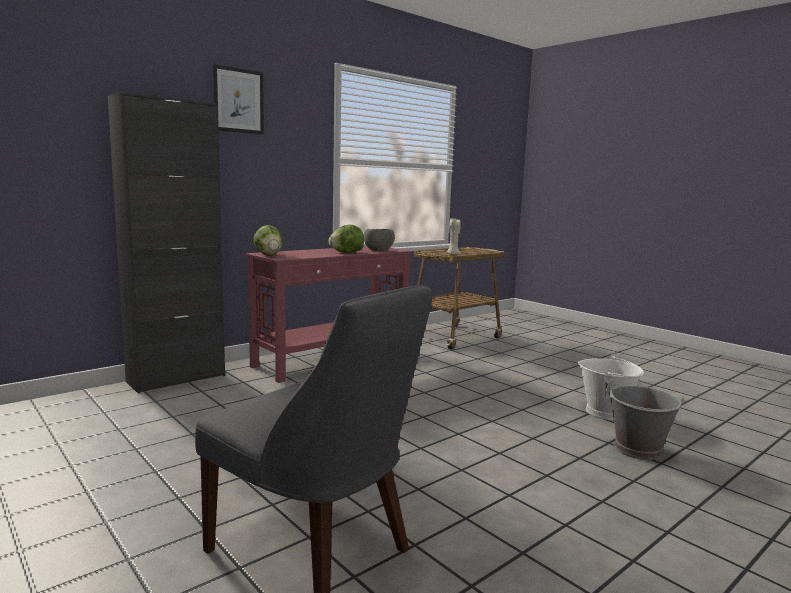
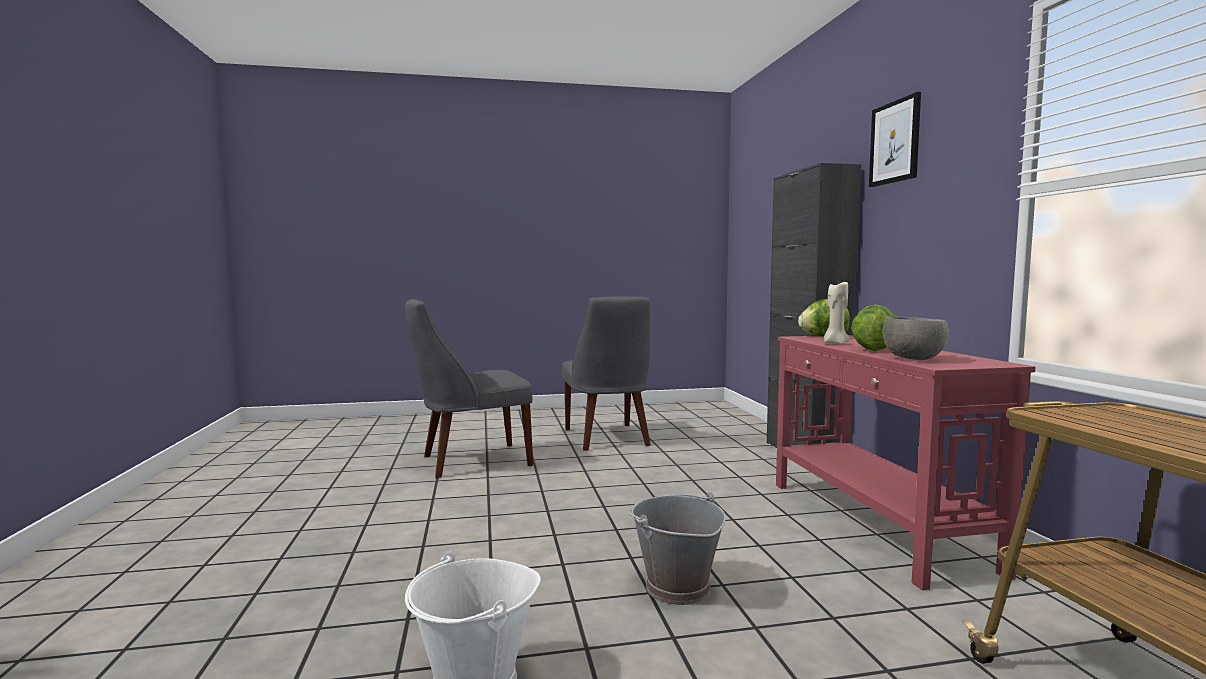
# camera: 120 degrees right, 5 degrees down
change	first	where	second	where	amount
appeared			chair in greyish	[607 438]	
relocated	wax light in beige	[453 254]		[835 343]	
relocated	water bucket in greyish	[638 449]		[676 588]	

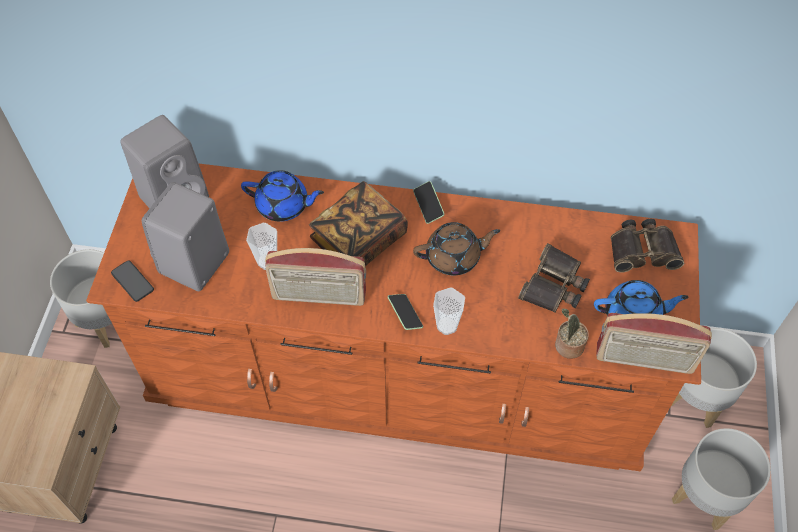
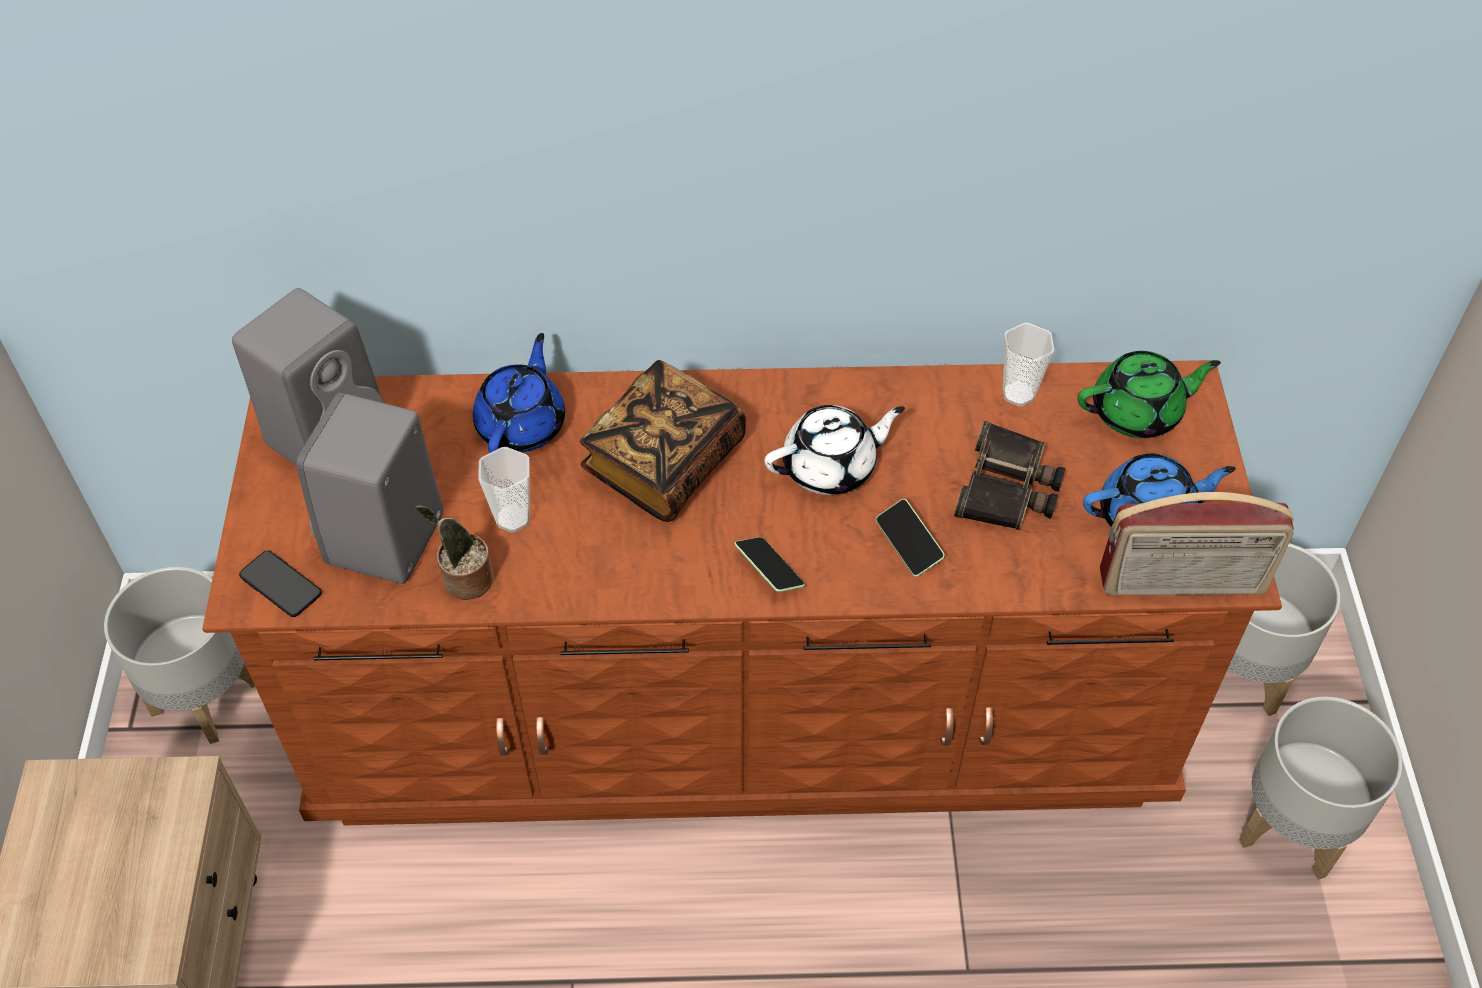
# camera: 10 degrees left, 5 degrees down
change	first	where	second	where	amount
missing	radio receiver	[319 296]			
relocated	phone	[428 206]		[908 544]	
relocated	cup	[447 326]		[1018 393]	
relocated	plant in a pot	[567 346]		[464 580]	
exchanged	pair of binoculars	[642 250]	teapot in green-coloured	[1138 412]	
colour	teapot in brown-coloured	[454 257]	teapot in white	[831 467]	
spun	teapot in blue-coloured	[283 205]		[522 424]	75 degrees counterclockwise

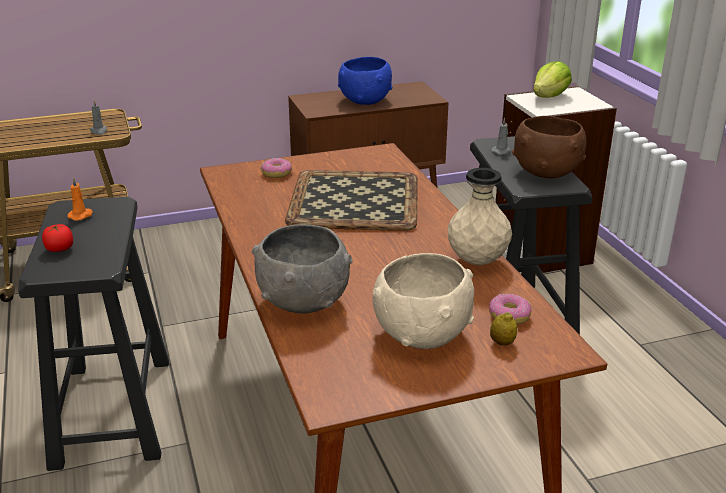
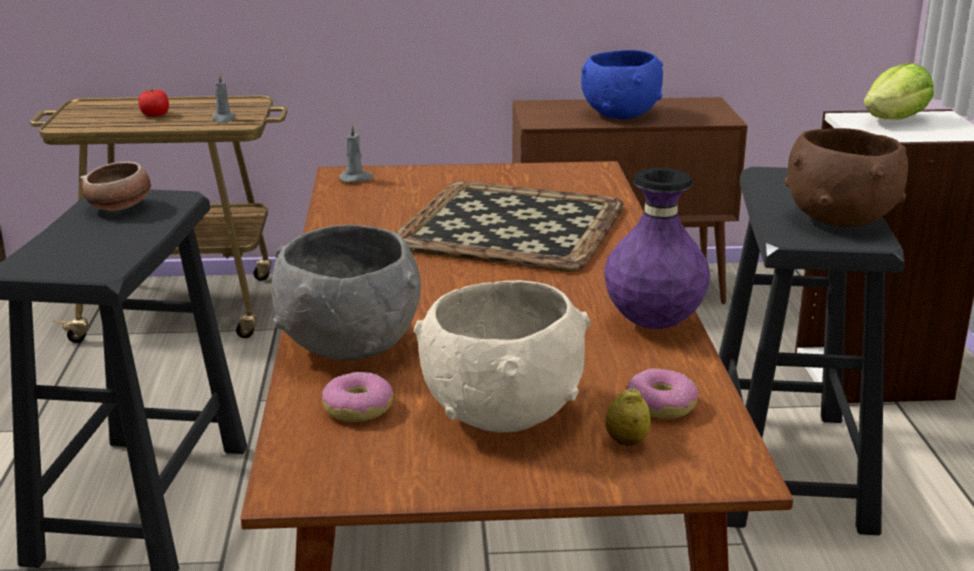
# camera: 15 degrees right, 5 degrees down
change	first	where	second	where	amount
relocated	tomato	[59 249]		[155 115]	
relocated	doughnut	[277 173]		[358 409]	
relocated	wax light in greyish	[502 151]		[356 179]	
exchanged	wax light in orange-coloured	[81 215]	serving bowl	[120 207]	
colour	vase in beige	[477 261]	vase in purple-coloured	[653 325]	

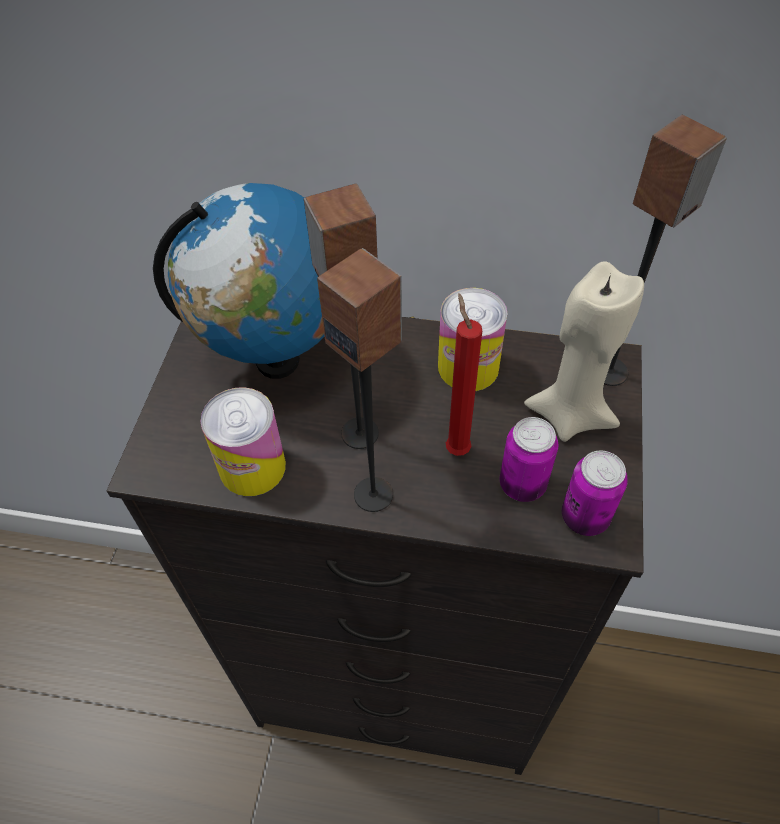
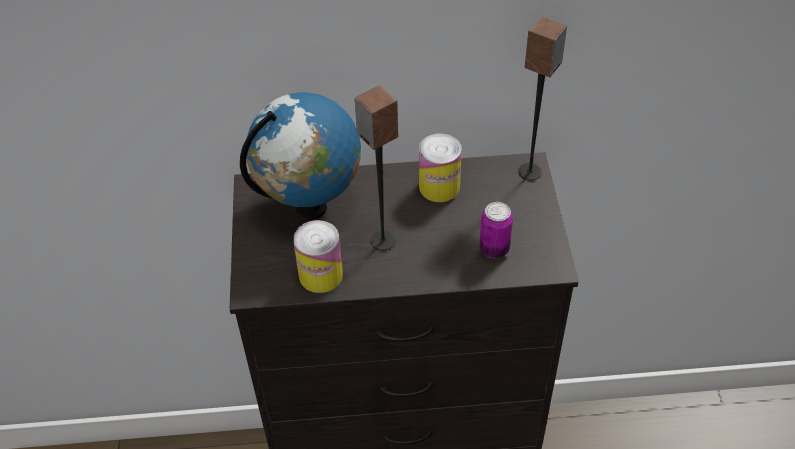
# camera: 15 degrees left, 5 degrees down
change	first	where	second	where	amount
missing	audio speaker	[374 494]			
missing	wax light in reddish	[456 447]			
missing	wax light in beige	[570 414]			
missing	can	[584 517]			

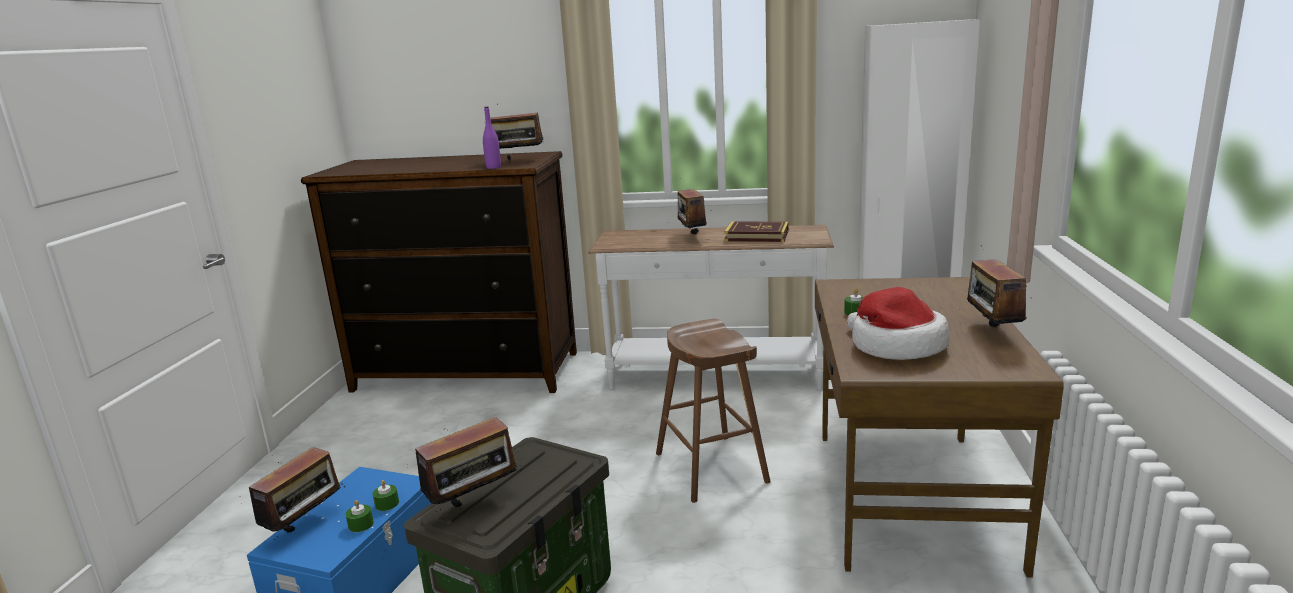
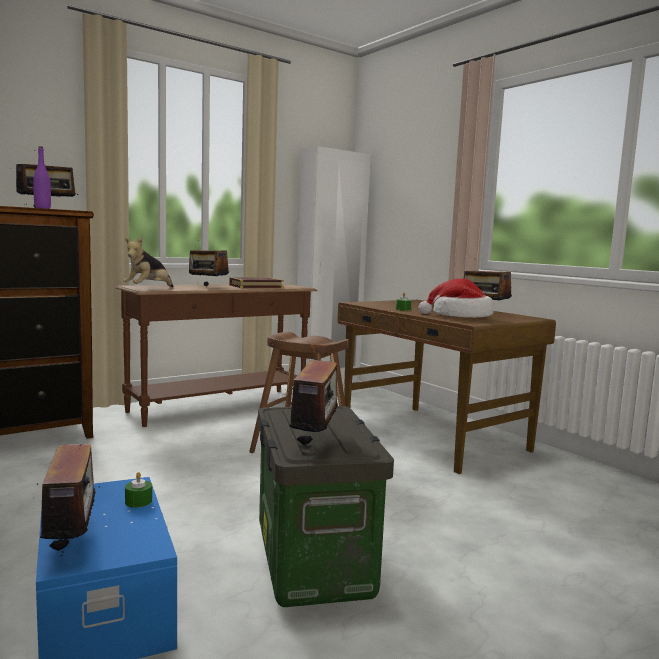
# camera: 45 degrees left, 10 degrees down
change	first	where	second	where	amount
missing	wax light in green-coloured	[361 525]			
appeared			soft toy	[148 289]	
colour	hall table in white	[715 377]	hall table in brown-coloured	[220 407]	

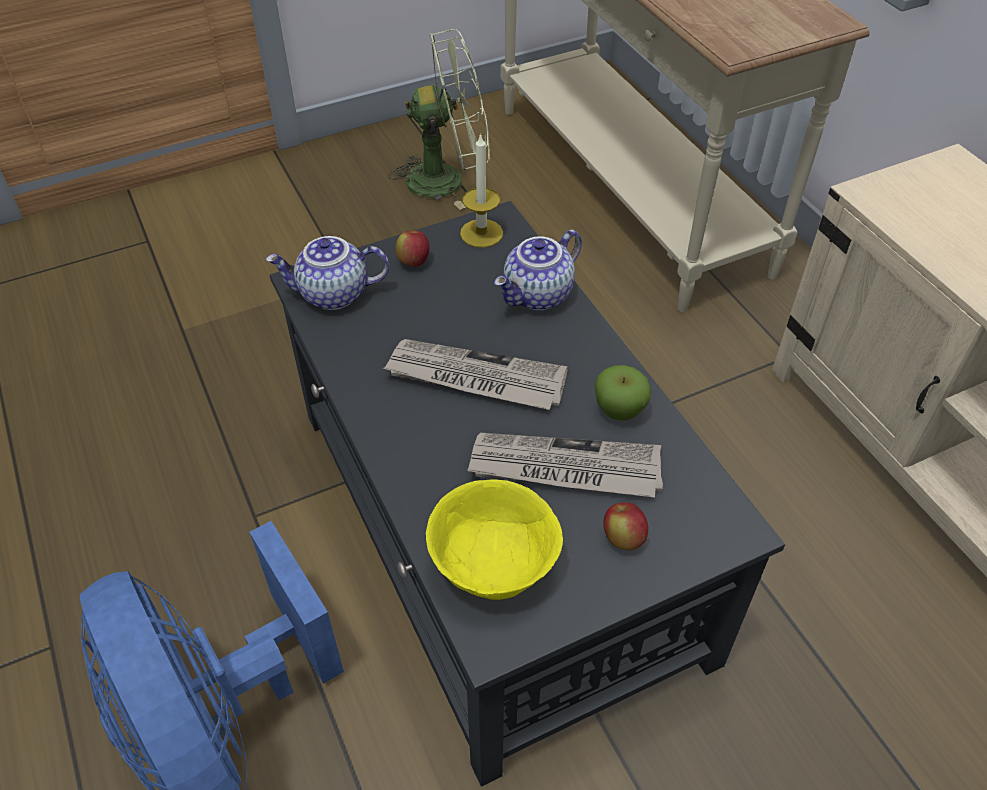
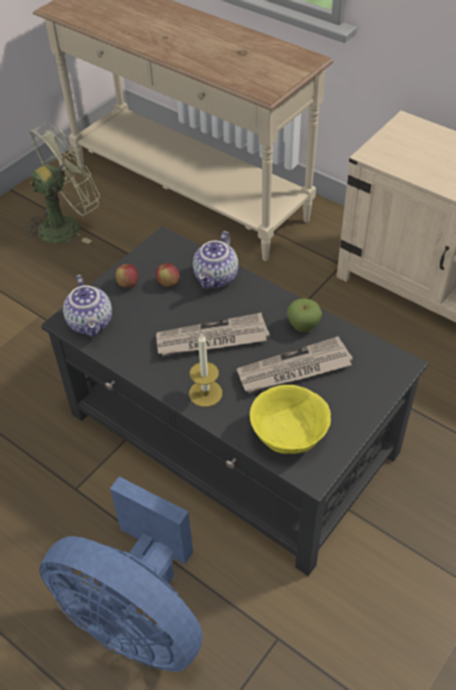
# camera: 25 degrees left, 0 degrees up
change	first	where	second	where	amount
relocated	wax light	[481 233]		[205 393]	
relocated	whole apple	[623 538]		[168 283]	
spun	teapot	[333 295]		[91 323]	75 degrees counterclockwise

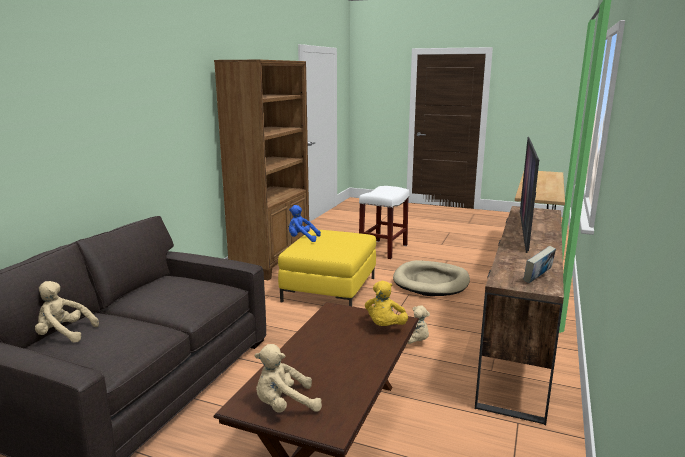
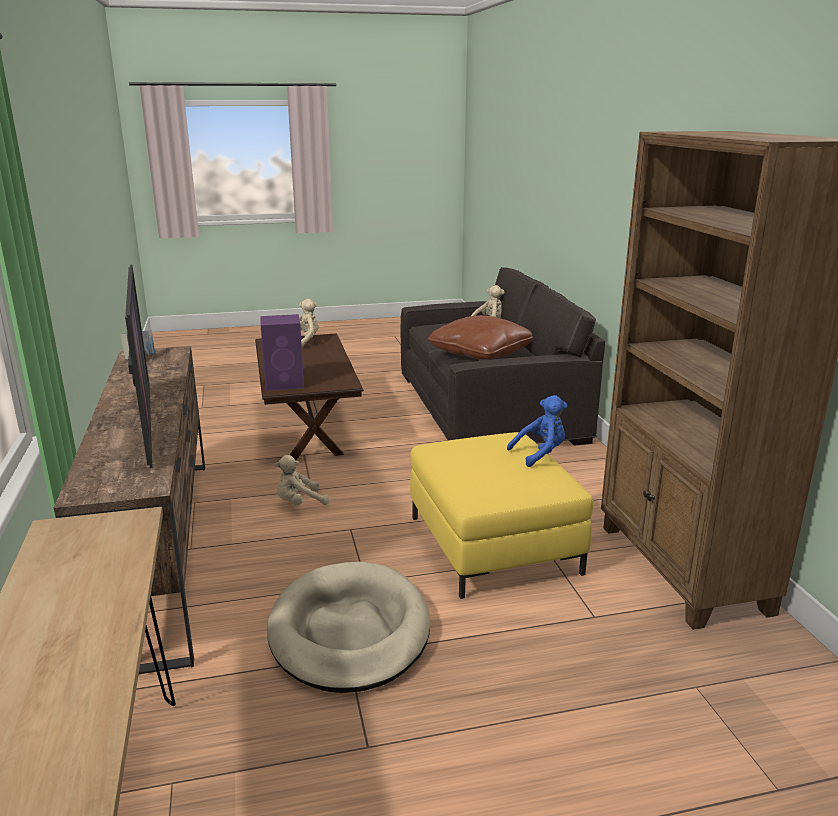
# camera: 145 degrees right, 5 degrees up
change	first	where	second	where	amount
missing	sitting stool in white	[383 249]			
appeared			pillow in brown-coloured	[480 353]	
exchanged	soft toy in yellow-coloured	[385 326]	audio speaker in purple-coloured	[285 383]	

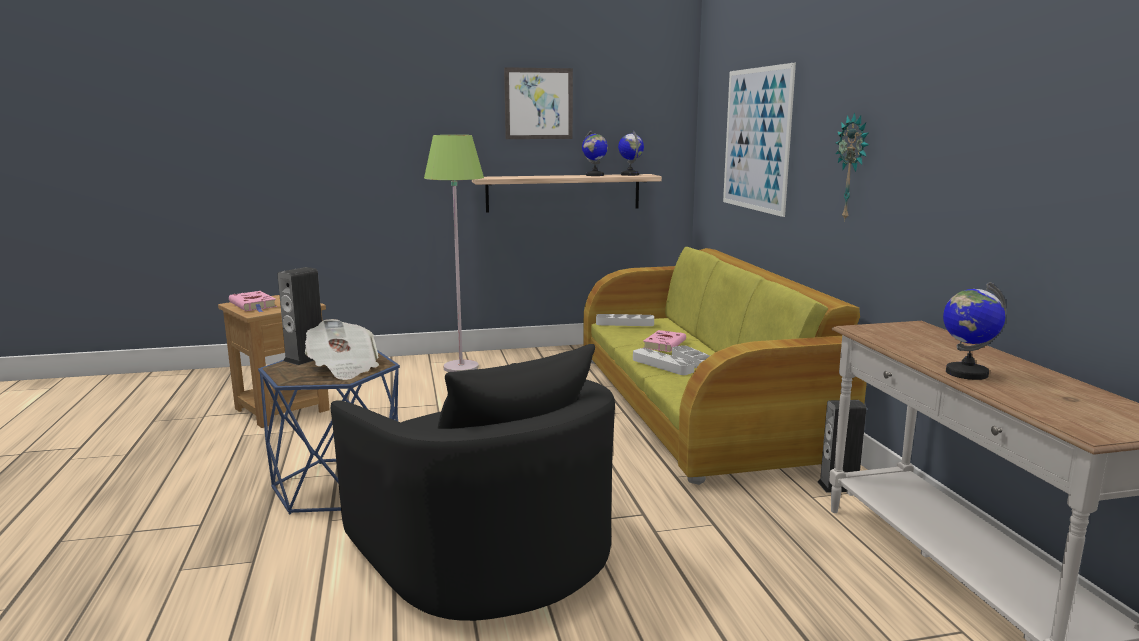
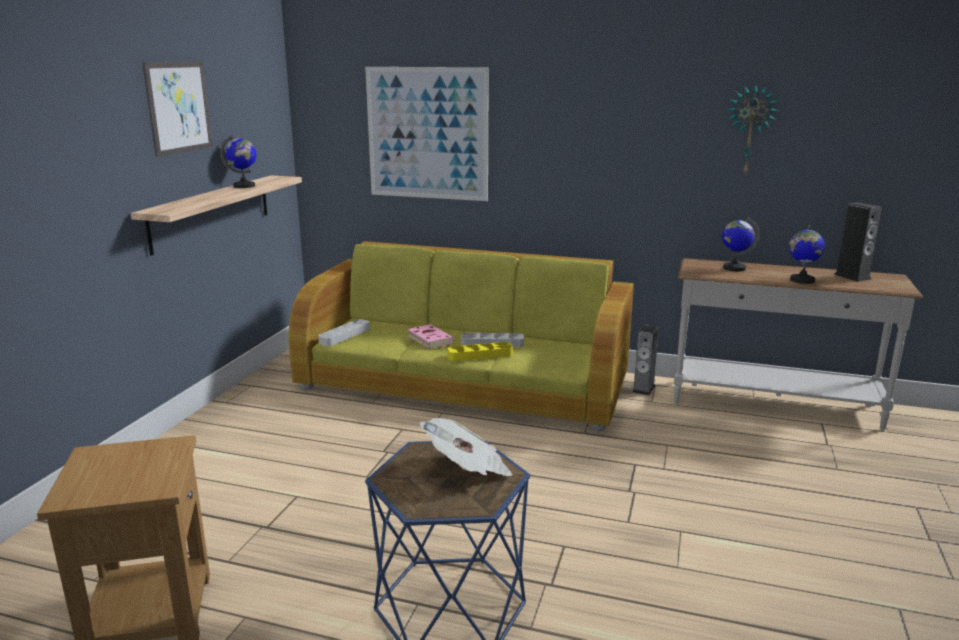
# camera: 60 degrees left, 5 degrees up
change	first	where	second	where	amount
missing	bound book in pink-coloured	[254 305]			
missing	easy chair in black-coloured	[484 551]			
missing	floor lamp in green-coloured	[461 367]			
relocated	audio speaker	[305 358]		[852 276]	
relocated	globe	[630 175]		[734 268]	
relocated	wall clock	[853 167]		[750 130]	
colour	tray in greyish	[662 365]	tray in yellow-coloured	[480 355]	

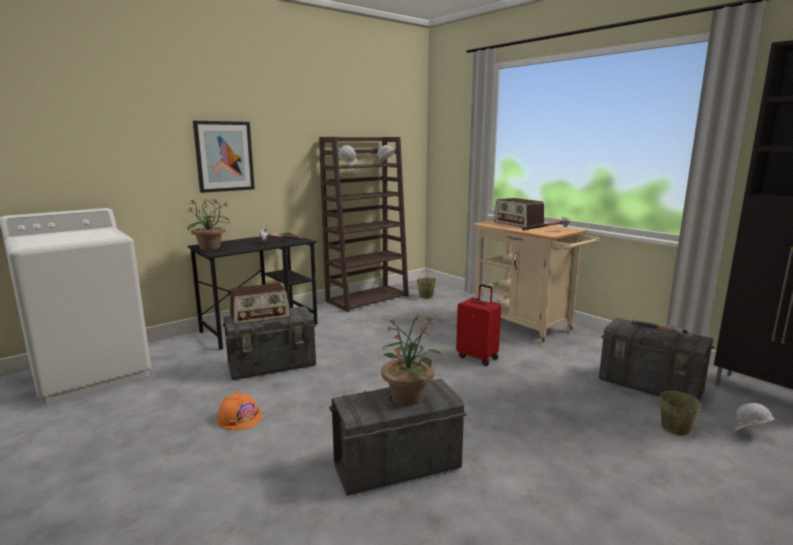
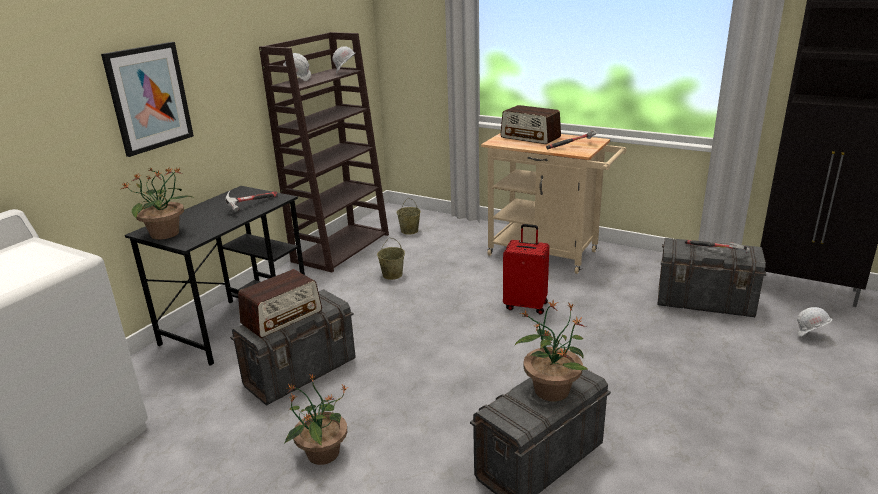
# camera: 20 degrees left, 10 degrees up
change	first	where	second	where	amount
relocated	water bucket in beige	[674 427]		[392 275]	
exchanged	hard hat in orange-coloured	[239 418]	plant in a pot	[322 454]	

